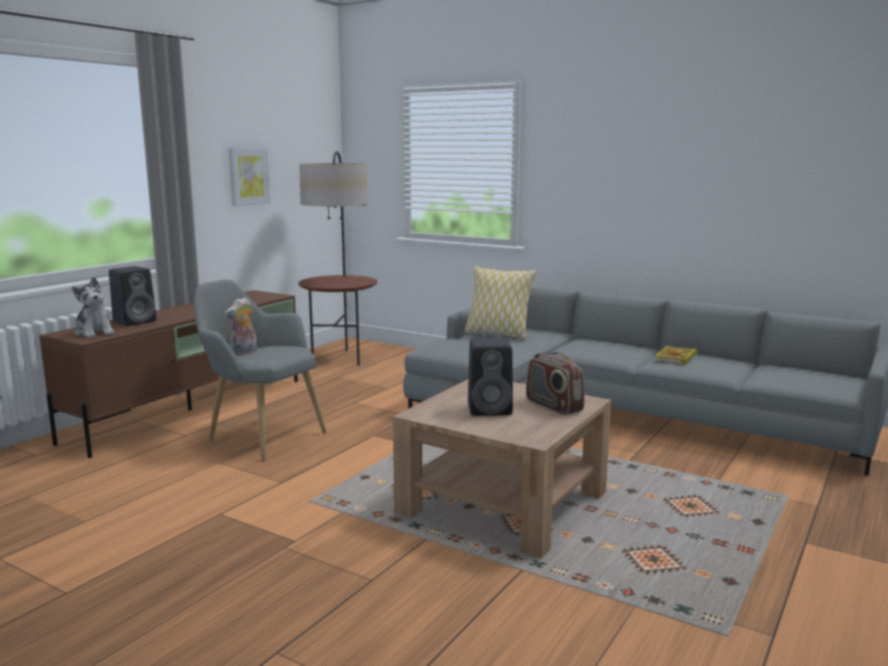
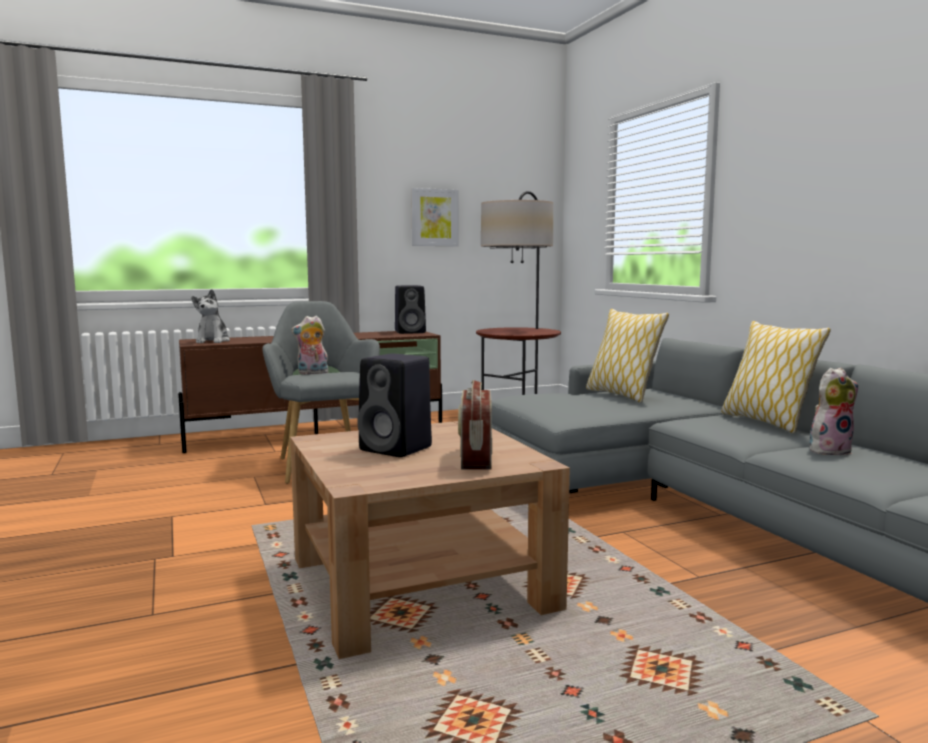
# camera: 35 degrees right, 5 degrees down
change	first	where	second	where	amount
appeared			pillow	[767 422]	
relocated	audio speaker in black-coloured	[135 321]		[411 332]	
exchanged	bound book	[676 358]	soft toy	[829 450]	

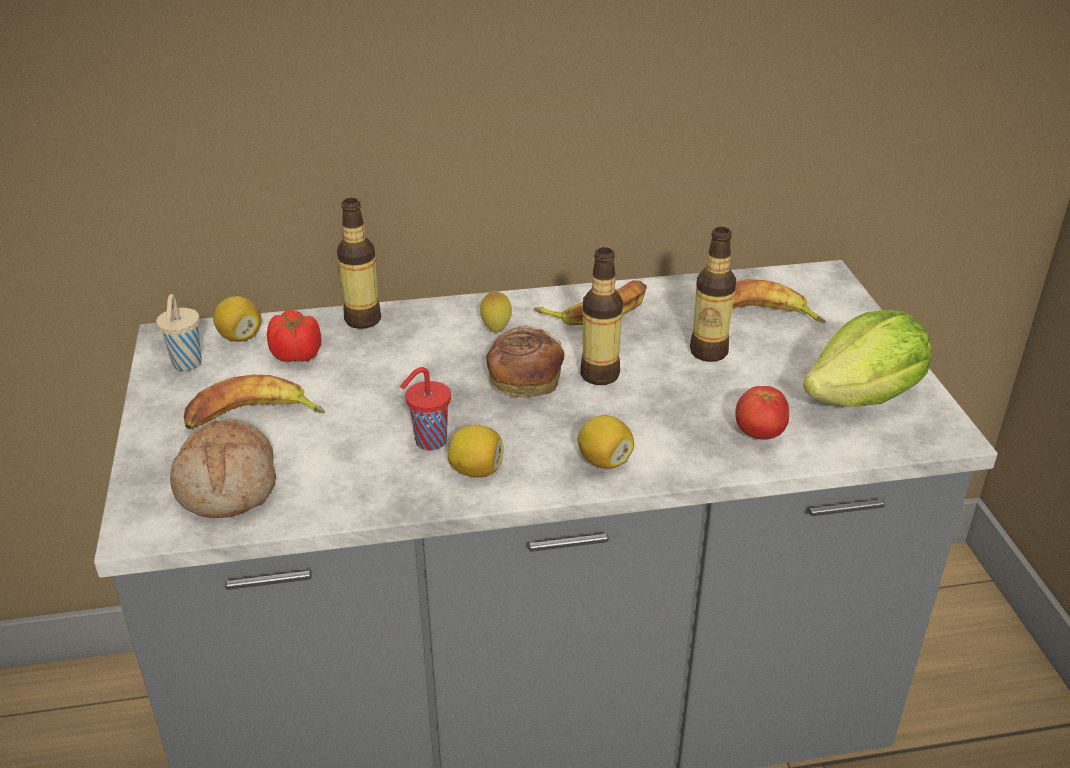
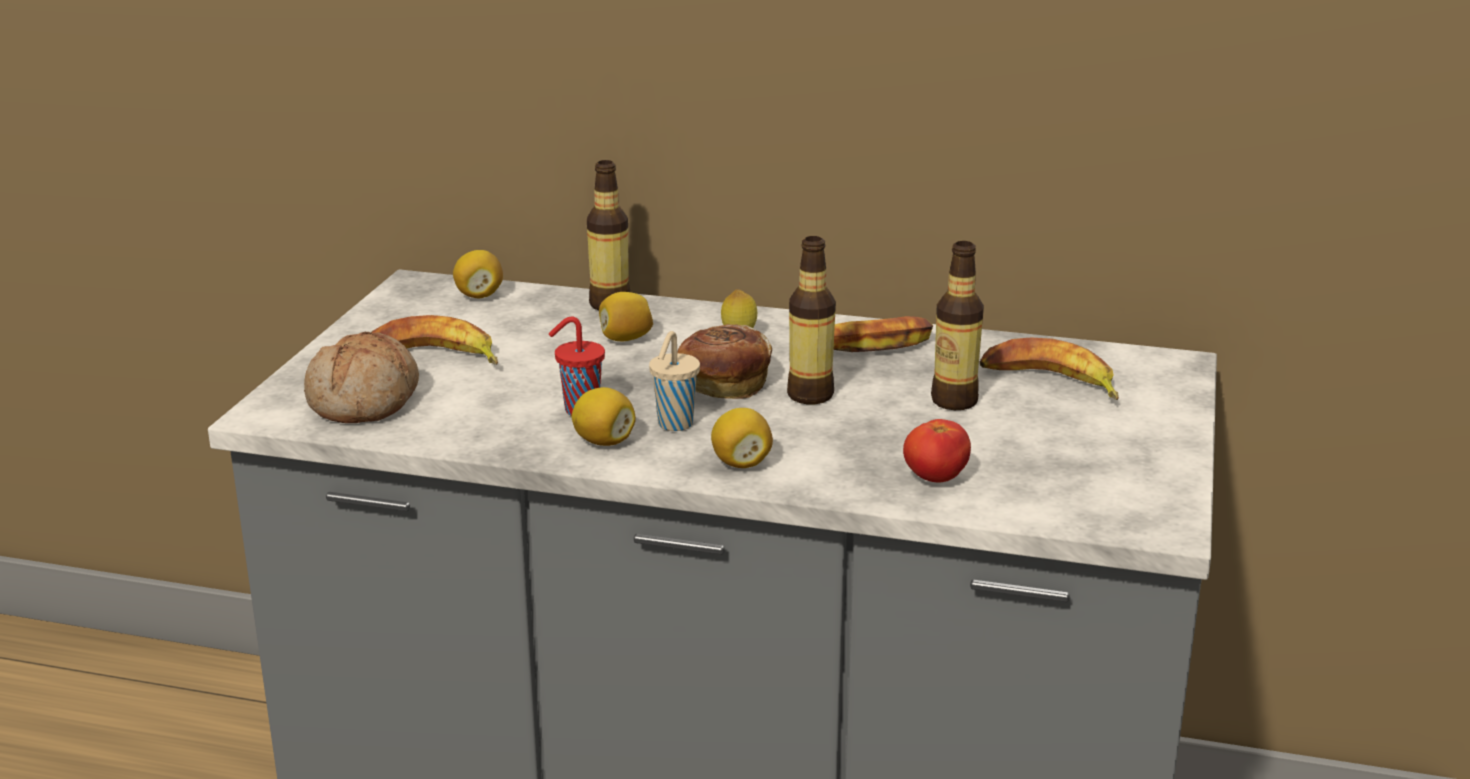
# camera: 25 degrees right, 10 degrees down
change	first	where	second	where	amount
missing	tomato	[297 355]			
missing	lettuce	[864 398]			
appeared			whole lemon	[625 339]	
relocated	cup in beige	[186 365]		[674 425]	

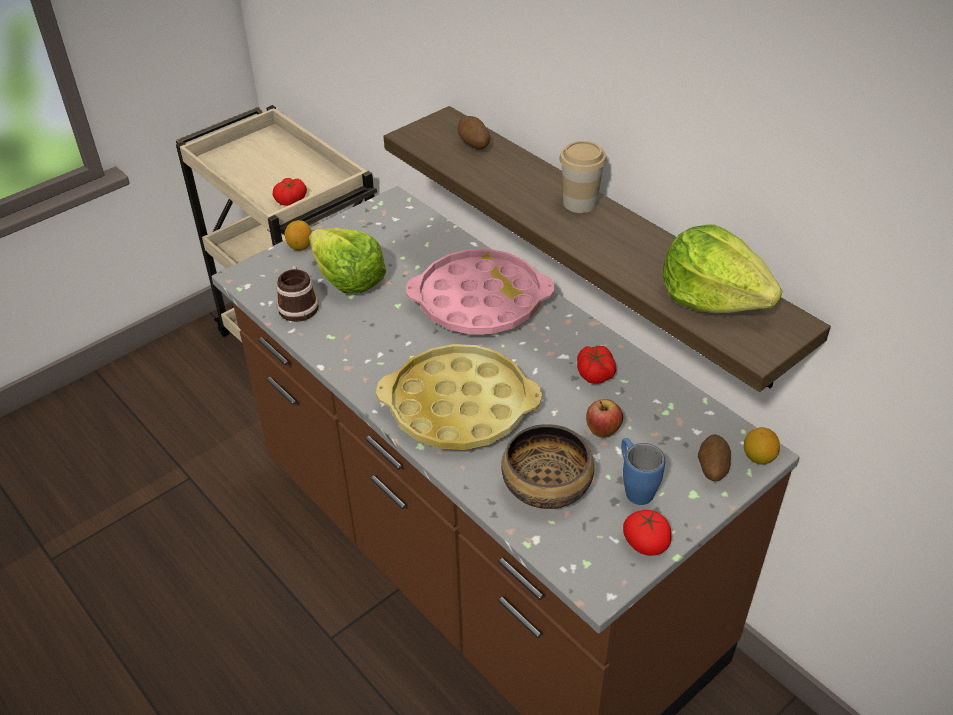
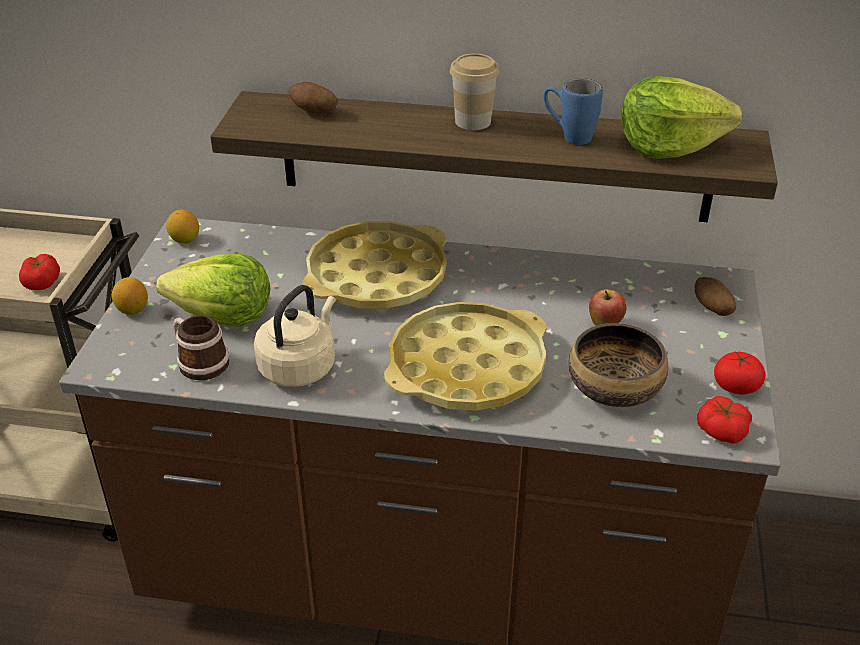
# camera: 40 degrees left, 5 degrees down
change	first	where	second	where	amount
appeared			tea kettle in beige	[300 366]	
relocated	tomato	[595 373]		[721 431]	
relocated	coffee mug in blue-coloured	[634 487]		[568 136]	
relocated	whole lemon	[758 457]		[185 240]	
colour	tray in pink-coloured	[480 301]	tray in yellow-coloured	[376 276]	

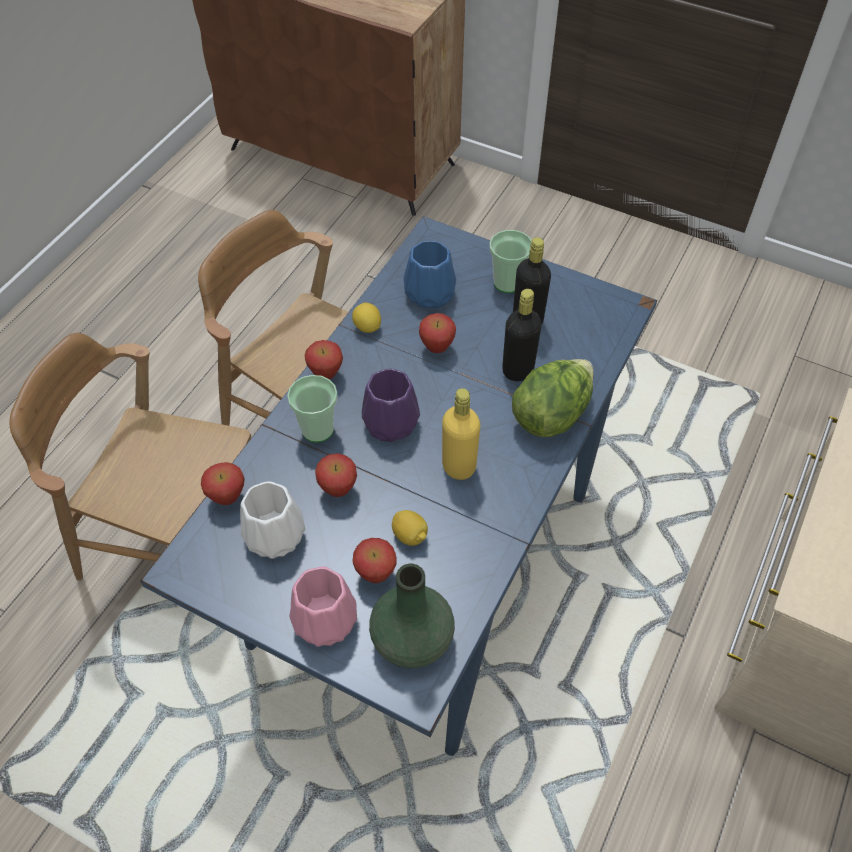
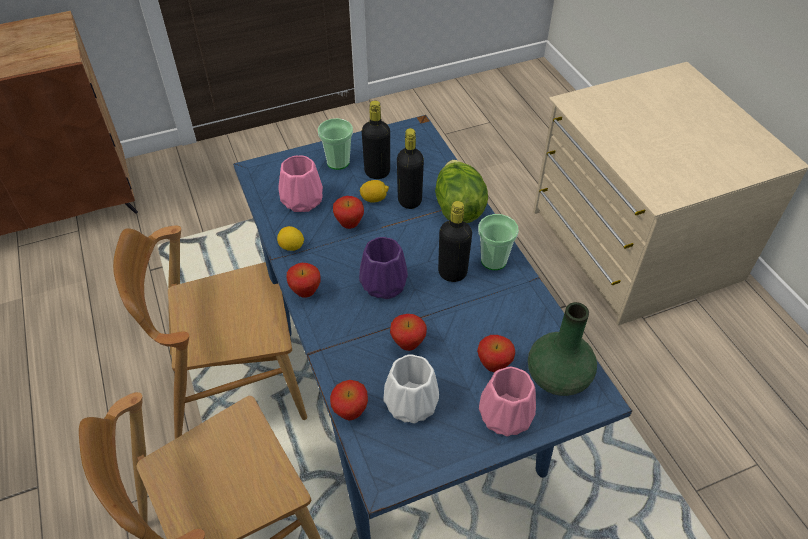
# camera: 50 degrees left, 5 degrees down
change	first	where	second	where	amount
relocated	cup	[317 429]		[493 260]	
relocated	whole lemon	[410 535]		[374 199]	
colour	vase in blue-coloured	[431 294]	vase in pink-coloured	[303 200]	
colour	drink bottle in yellow-coloured	[459 466]	drink bottle in black-coloured	[452 273]	

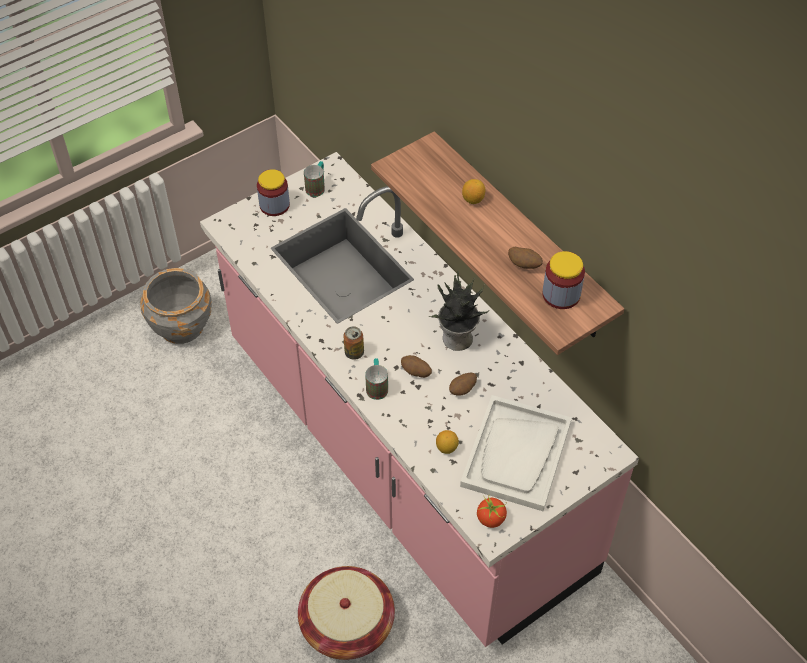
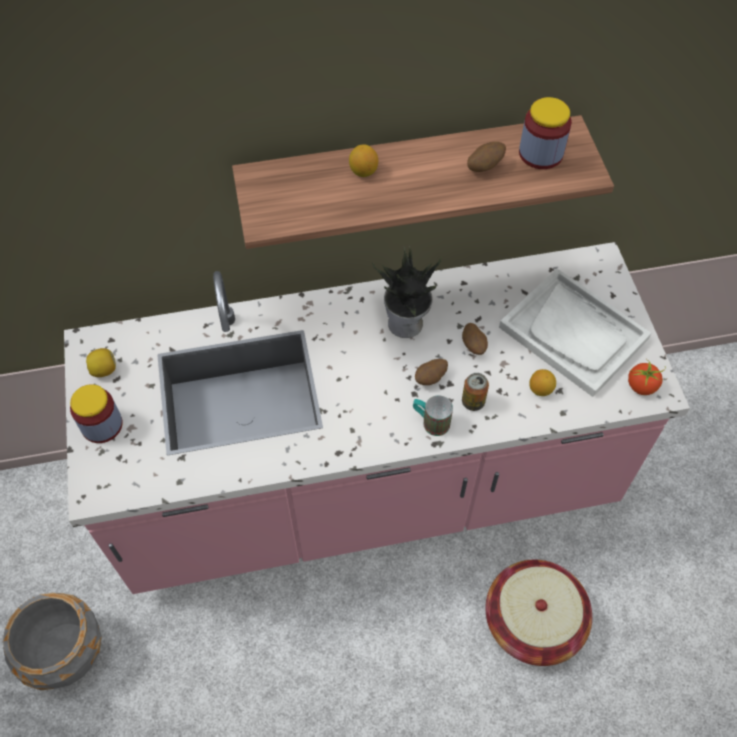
# camera: 65 degrees left, 5 degrees up
change	first	where	second	where	amount
relocated	can	[354 353]		[473 402]	
exchanged	coffee mug	[317 186]	whole lemon	[104 370]	

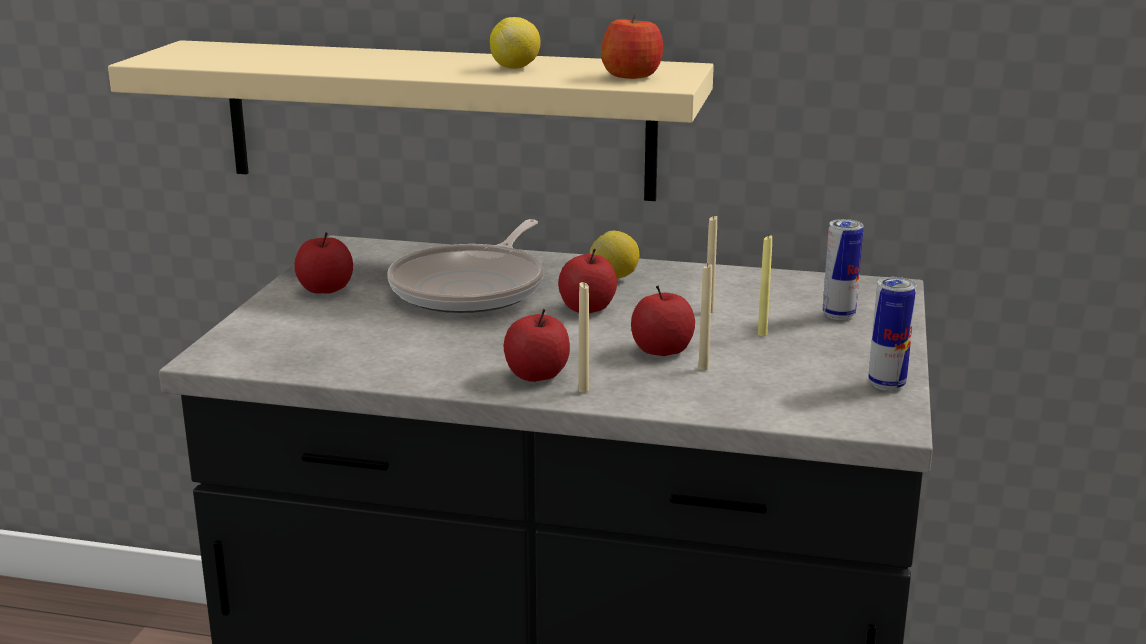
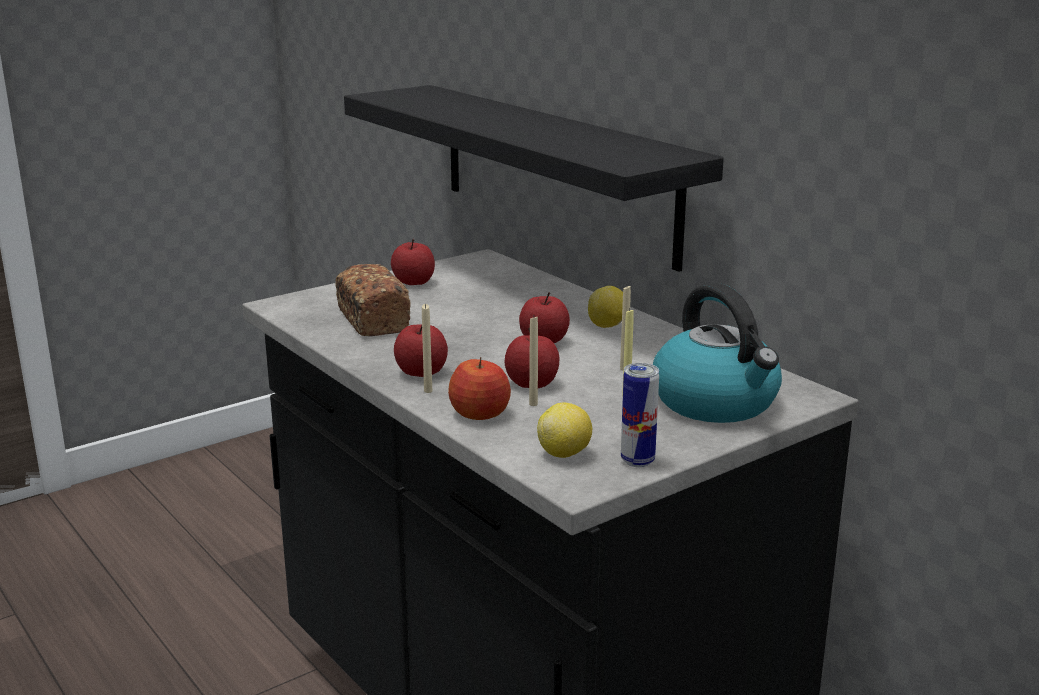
# camera: 40 degrees right, 0 degrees up
change	first	where	second	where	amount
missing	pan	[472 288]			
appeared			baked bread	[372 320]	
relocated	whole lemon	[515 67]		[564 454]	
relocated	whole apple	[631 76]		[480 414]	
exchanged	can	[838 315]	tea kettle	[716 402]	
colour	wall shelf in beige	[437 119]	wall shelf in black-coloured	[555 171]	

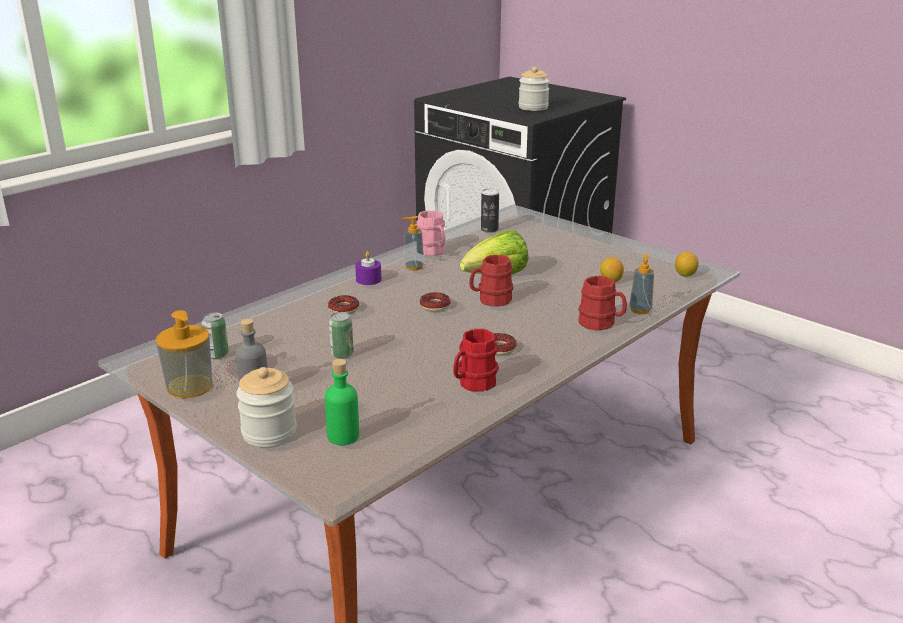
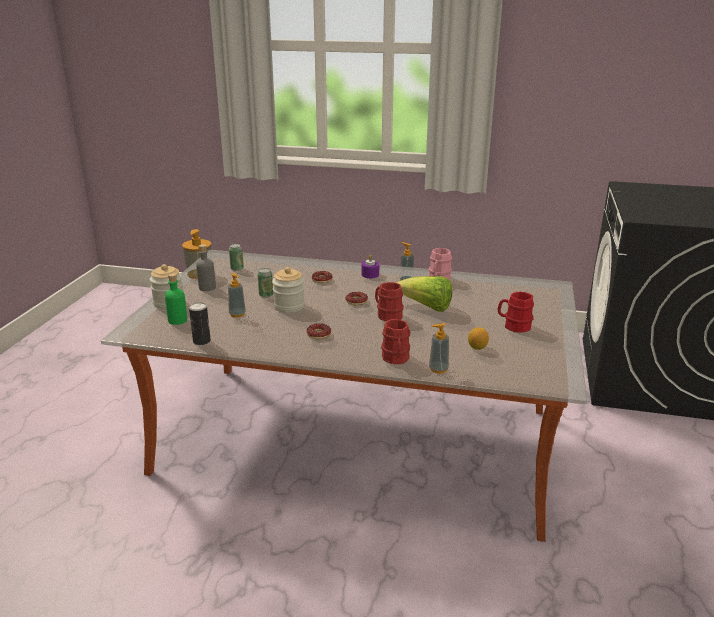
# camera: 60 degrees right, 0 degrees up
change	first	where	second	where	amount
missing	whole lemon	[685 275]			
appeared			liquid soap bottle	[237 314]	
relocated	coffee mug in reddish	[473 383]		[514 326]	
relocated	can	[489 229]		[201 341]	
relocated	preserve jar	[533 108]		[289 306]	

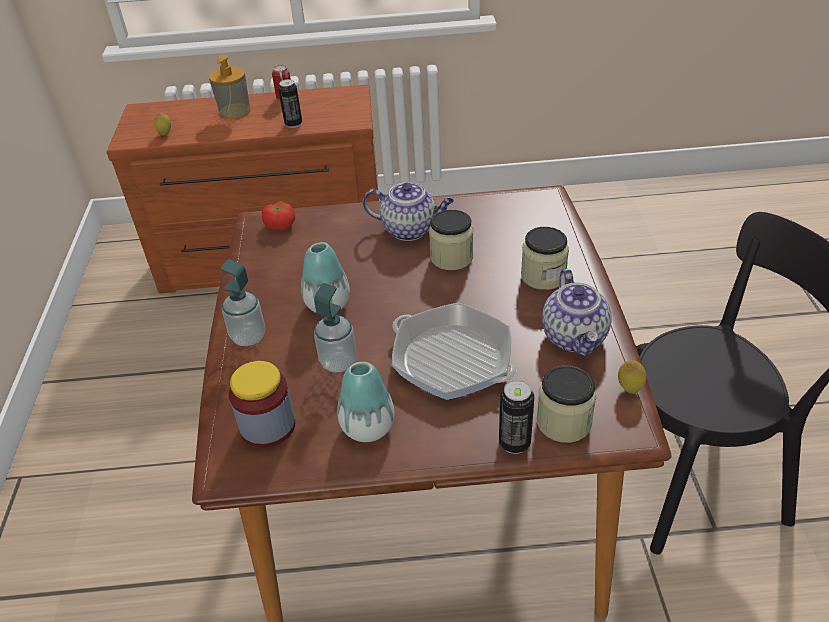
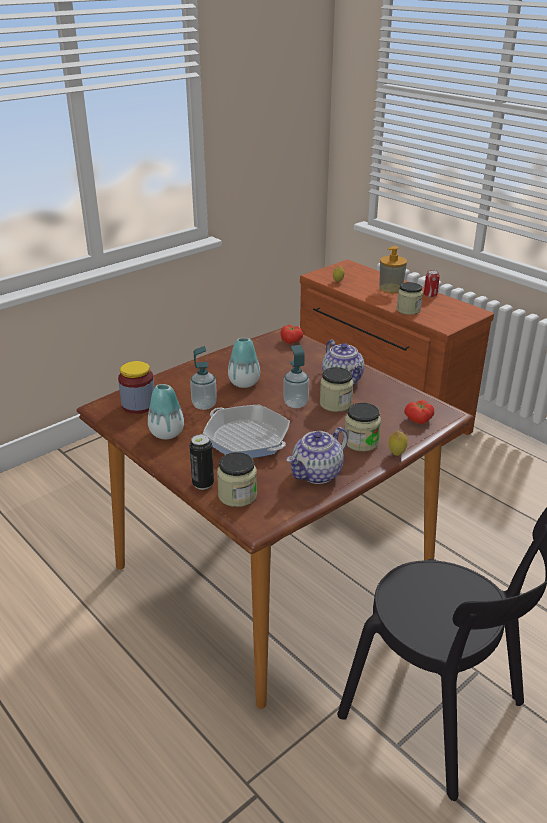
# camera: 50 degrees right, 10 degrees down
change	first	where	second	where	amount
appeared			tomato	[418 420]	
relocated	liquid soap bottle	[248 337]		[295 403]	
relocated	whole lemon	[629 389]		[396 453]	
exchanged	can	[293 124]	preserve jar	[408 310]	
spun	pan	[452 359]		[247 438]	135 degrees clockwise

